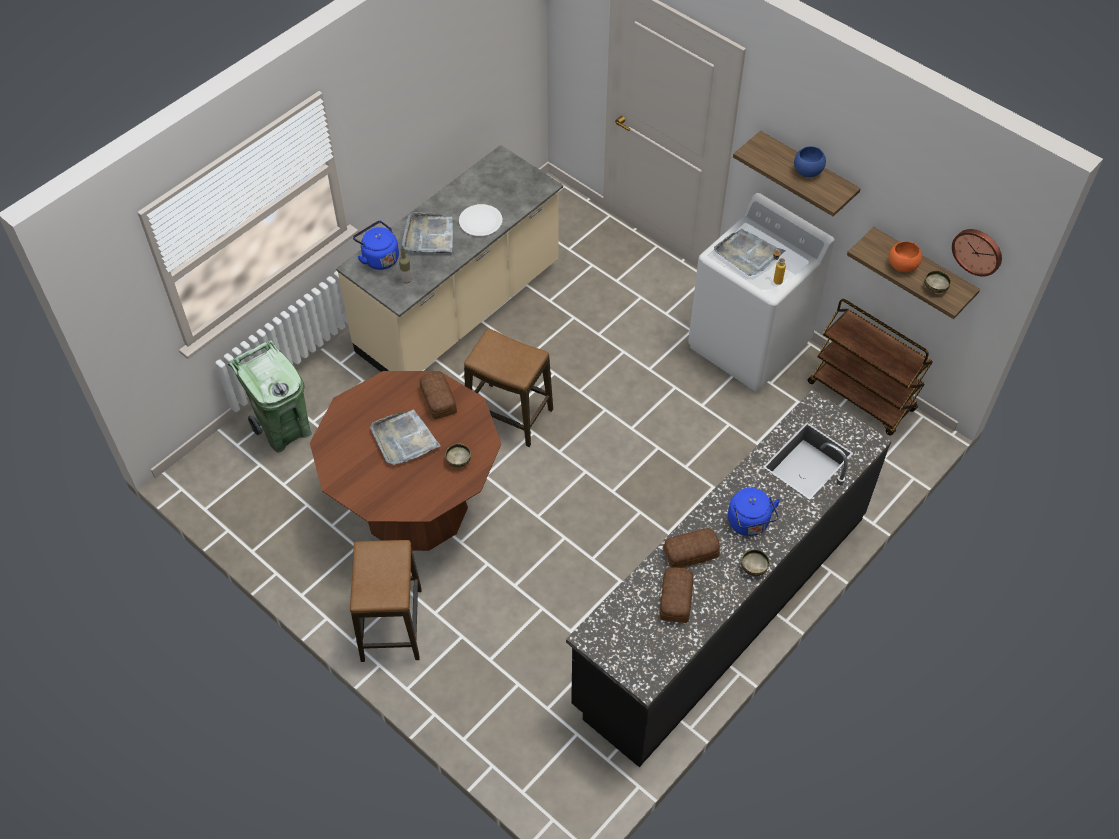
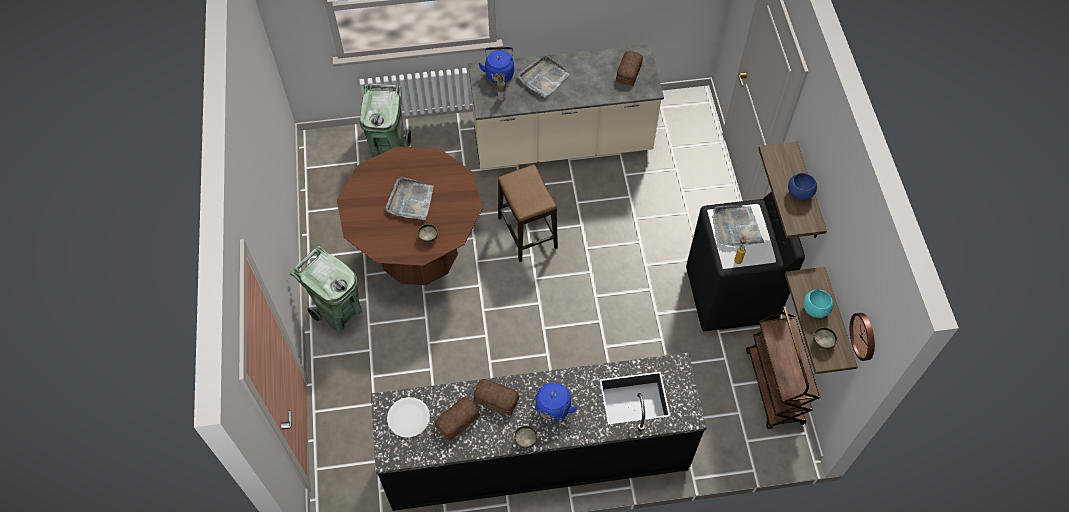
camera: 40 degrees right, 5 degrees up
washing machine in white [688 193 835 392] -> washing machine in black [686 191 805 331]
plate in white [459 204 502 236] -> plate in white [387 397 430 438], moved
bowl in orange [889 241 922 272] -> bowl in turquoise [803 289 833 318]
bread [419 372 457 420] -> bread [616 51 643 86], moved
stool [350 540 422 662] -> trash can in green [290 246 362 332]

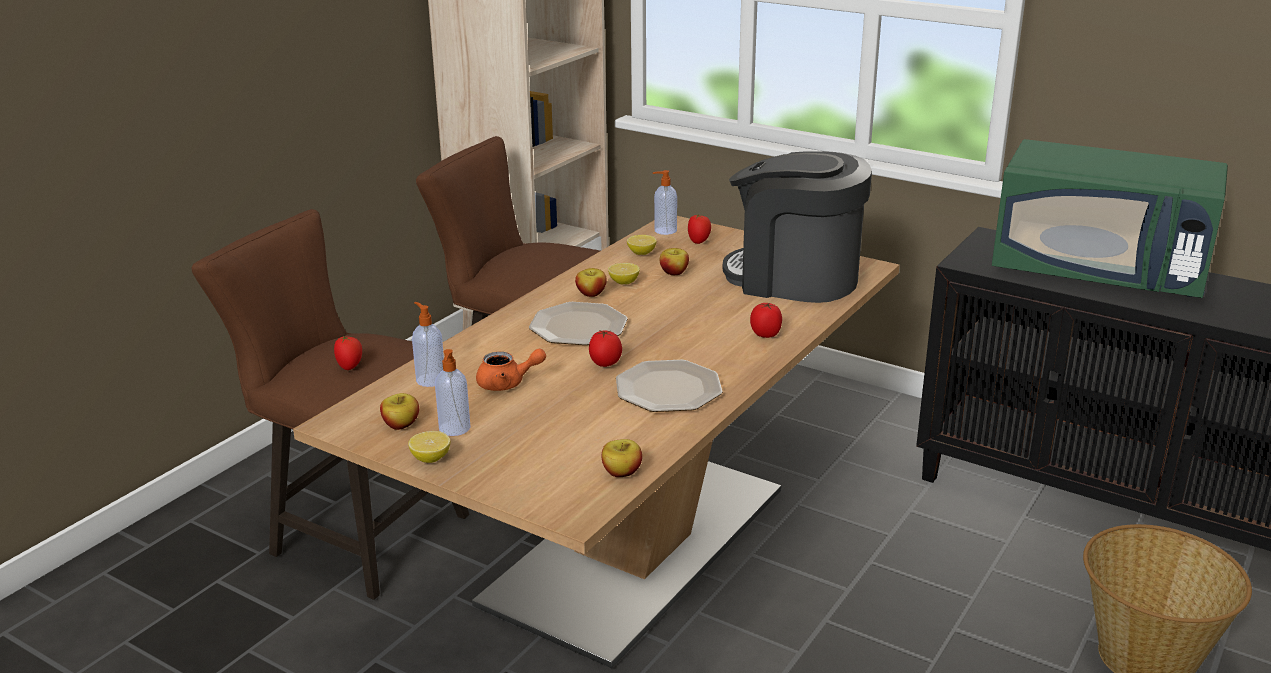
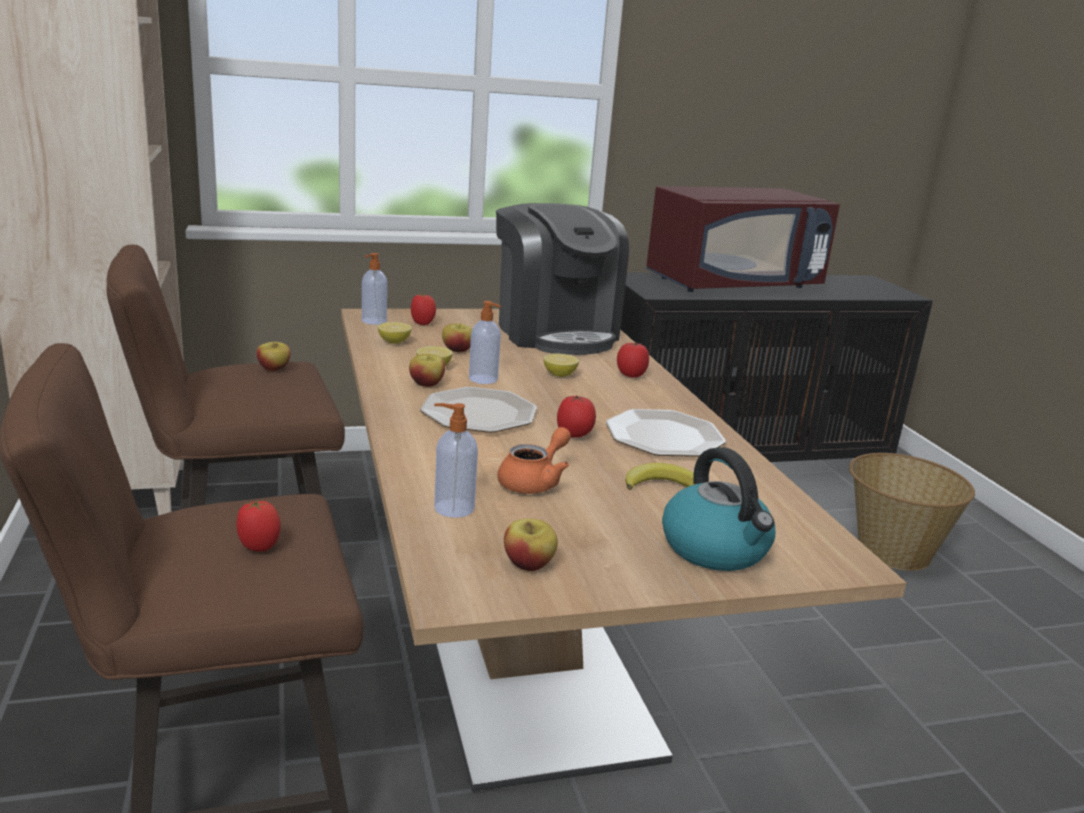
camera: 50 degrees left, 5 degrees down
microwave in green [992 139 1228 298] -> microwave in red [646 186 840 292]
coffee machine [723 151 872 303] -> coffee machine [496 203 629 355], 90 degrees counterclockwise
soap dispenser [435 349 471 436] -> soap dispenser [469 301 501 384], moved
lemon [408 431 450 463] -> lemon [543 353 579 377], moved
apple [602 439 642 477] -> apple [256 342 291 371], moved
none -> kettle [662 447 775 571]
none -> banana [626 463 695 490]

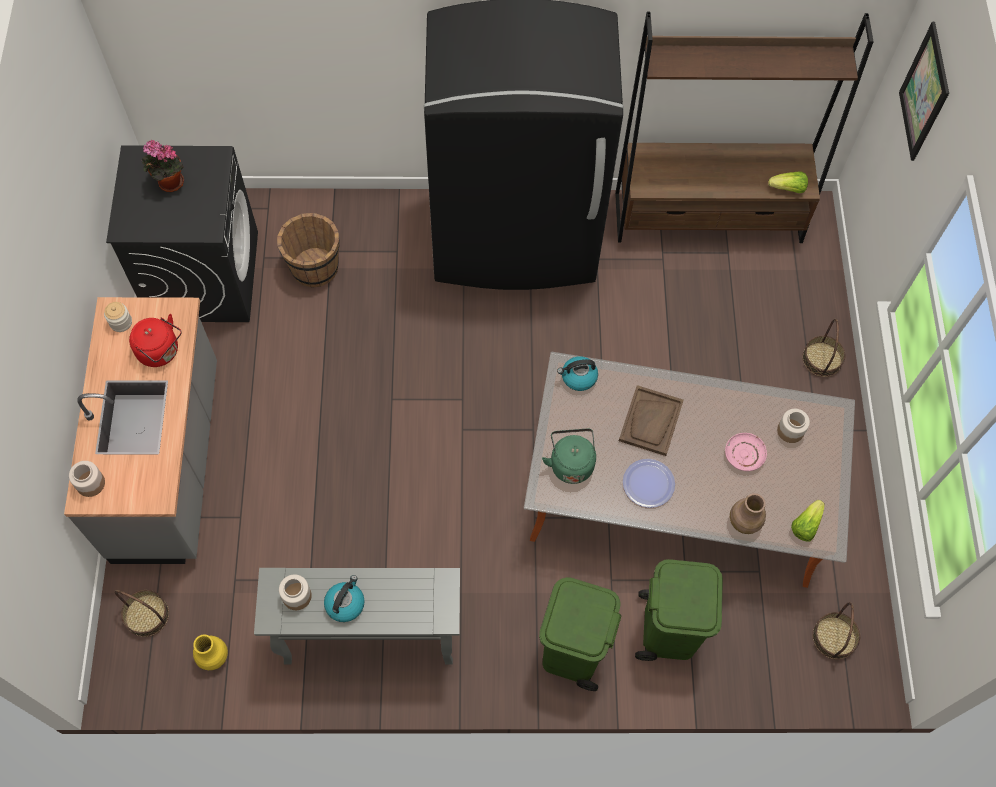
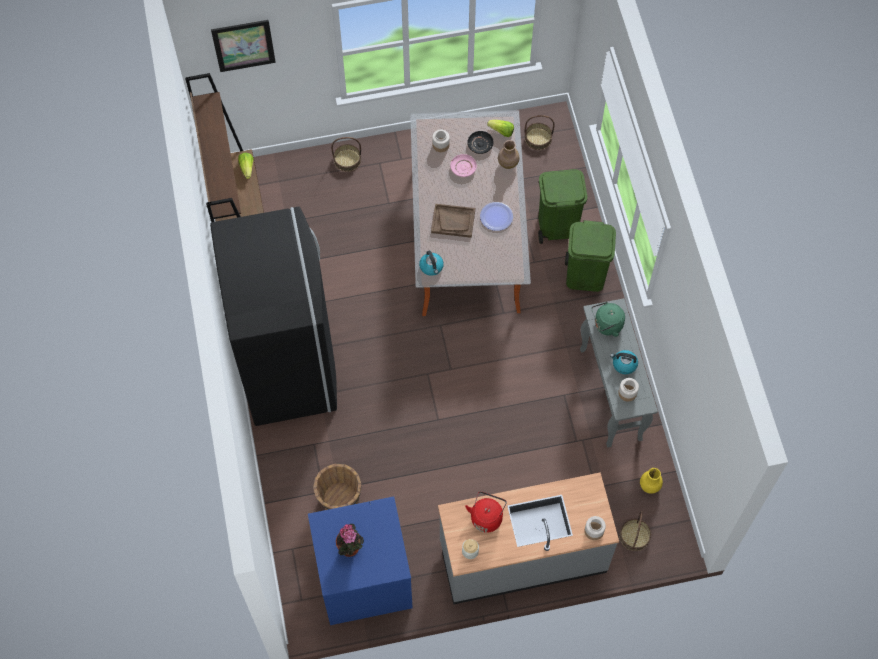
camera: 100 degrees left, 0 degrees up
washing machine in black [106 145 258 322] -> washing machine in blue [308 496 413 625]
kettle in green [542 428 596 484] -> kettle in green [592 302 625 337], moved
none -> plate in black [467 131 494 154]

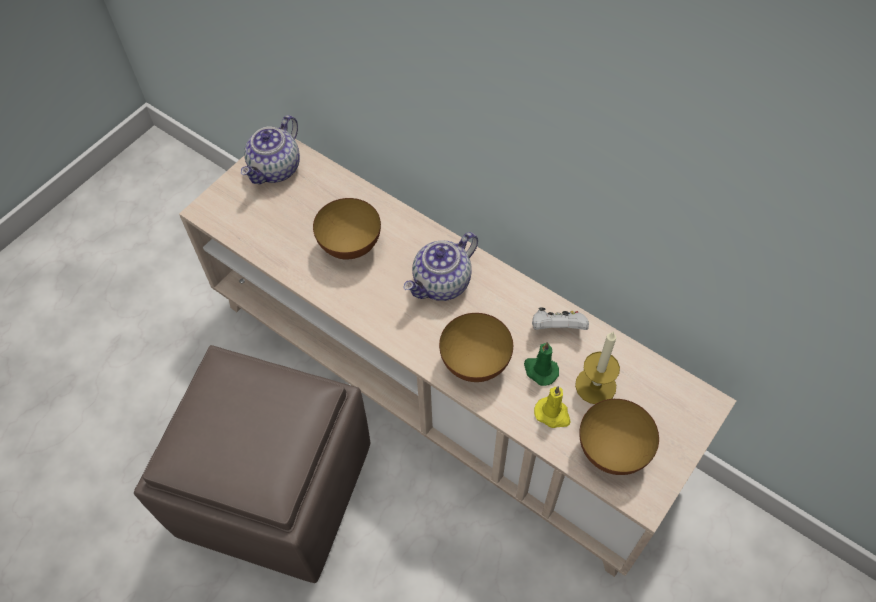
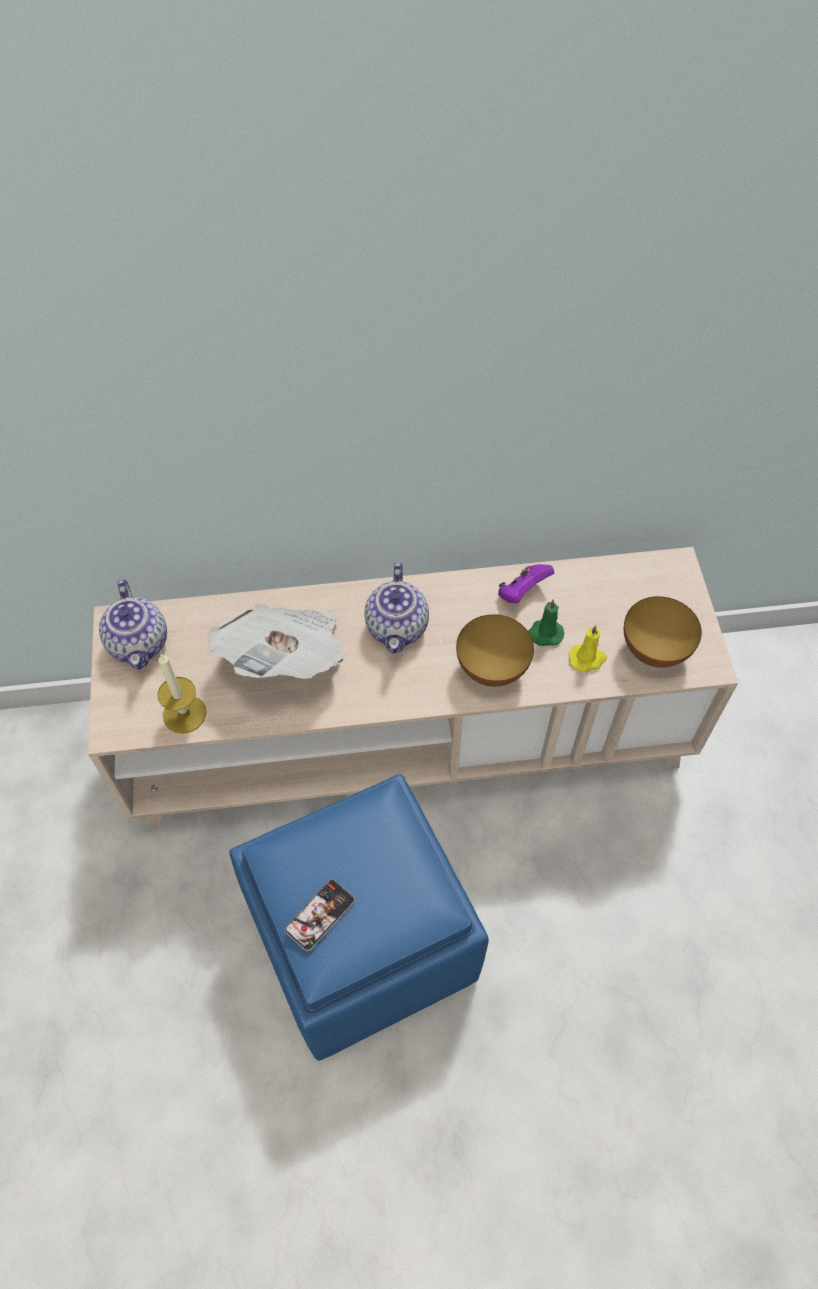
camera: 45 degrees left, 0 degrees up
bowl [313 198 381 259] -> newspaper [207 604 344 679]
game controller in white [532 307 589 330] -> game controller in purple [498 564 554 603]
candle [575 331 620 404] -> candle [157 654 207 734], moved
ottoman in brown [134 345 371 583] -> ottoman in blue [229 774 489 1061]
none -> phone [285 879 355 951]

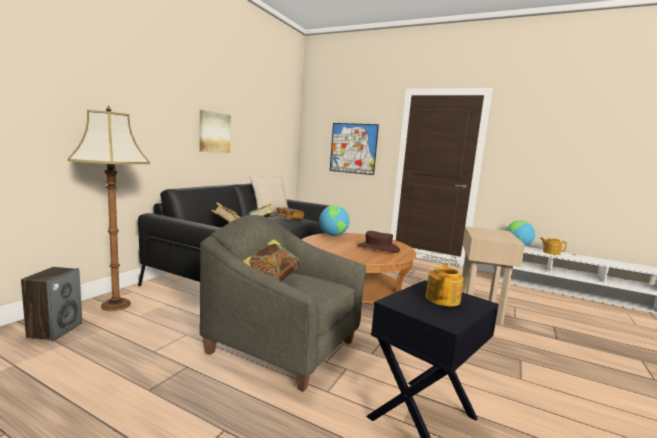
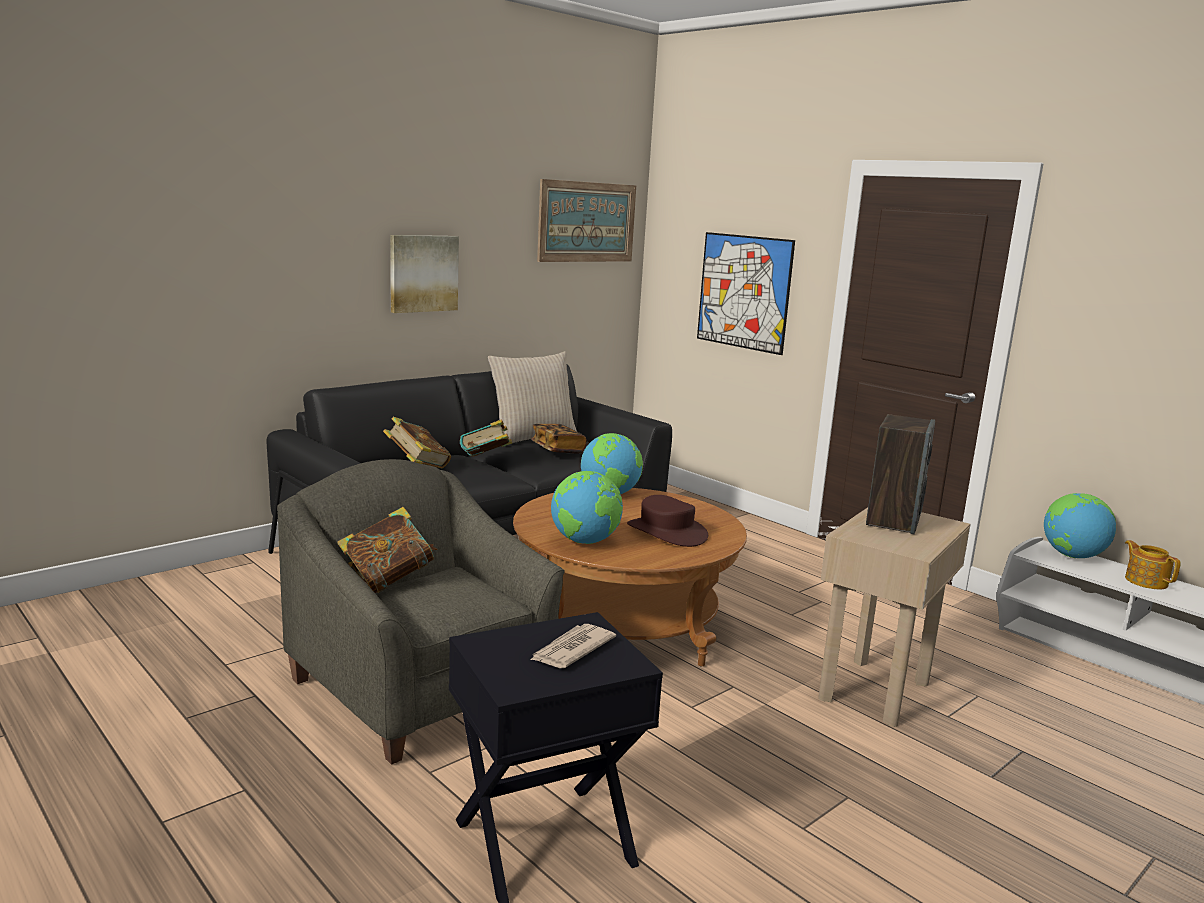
camera: 20 degrees right, 5 degrees up
floor lamp [68 105 150 311] -> none
teapot [425 264 464 306] -> newspaper [530 624 616 668]
speaker [21 267 82 341] -> speaker [866 414 935 534], moved
none -> picture [537 179 636 262]
none -> globe [551 471 623 544]

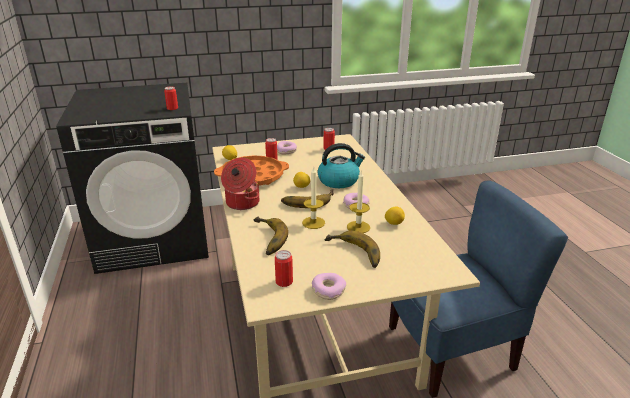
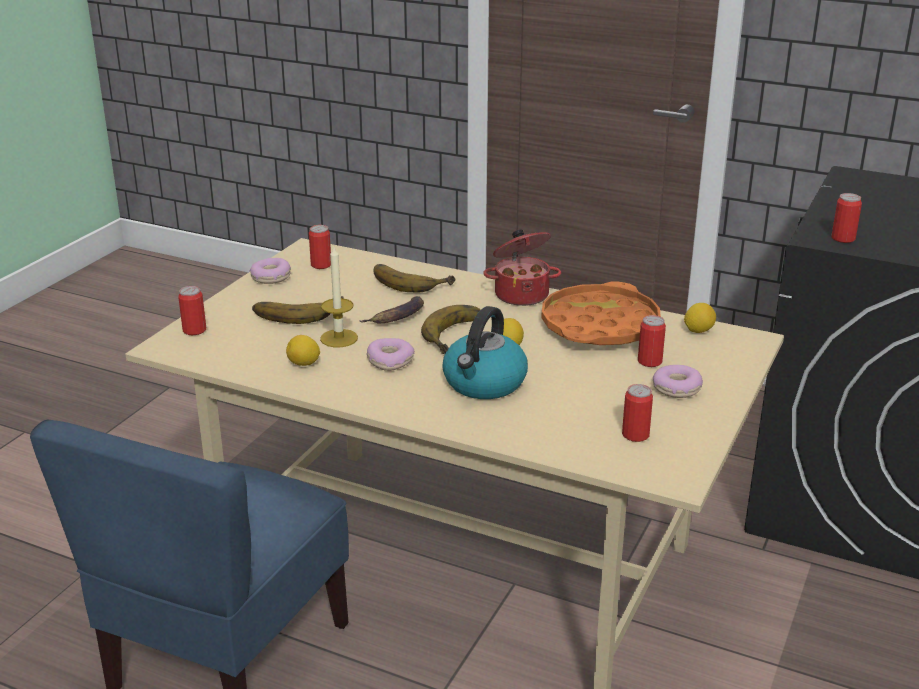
camera: 130 degrees right, 0 degrees up
candle [302 167 325 229] -> banana [359 296 424 323]
none -> can [178 286 206 335]

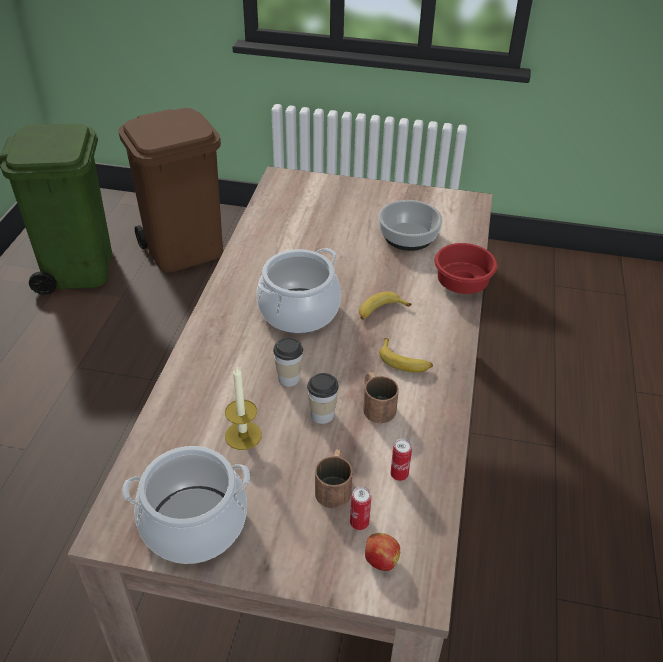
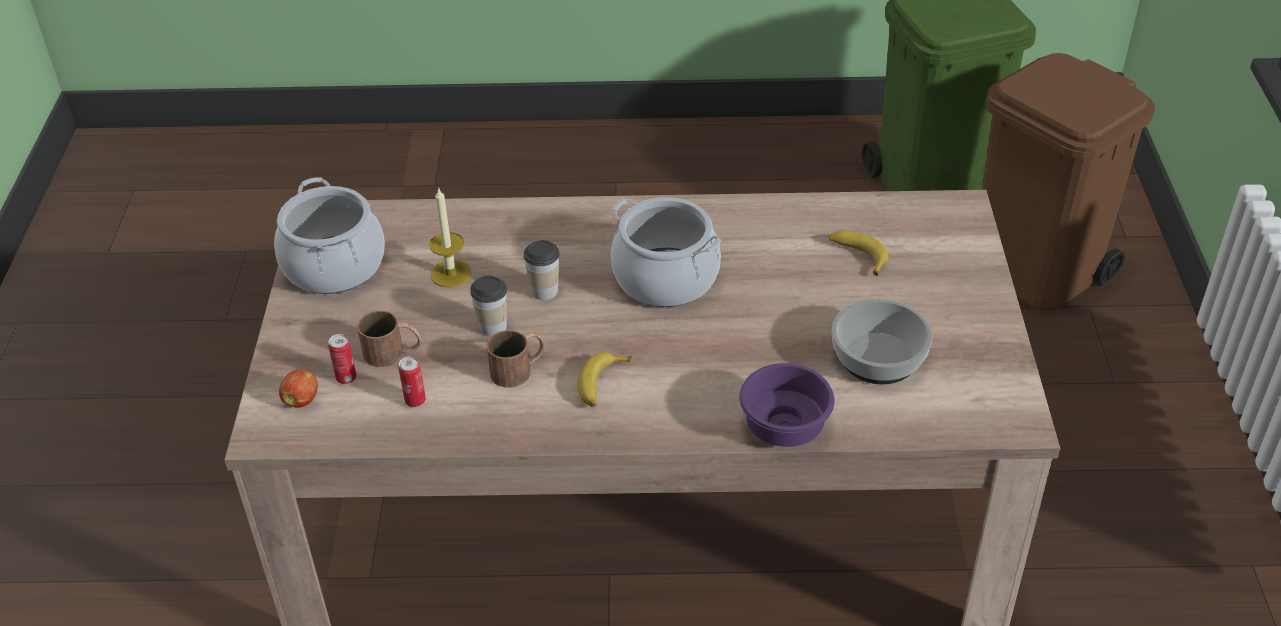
camera: 80 degrees right, 0 degrees up
bowl in red [434 243 497 294] -> bowl in purple [739 363 834 447]
banana [359 291 411 320] -> banana [828 230 889 276], moved

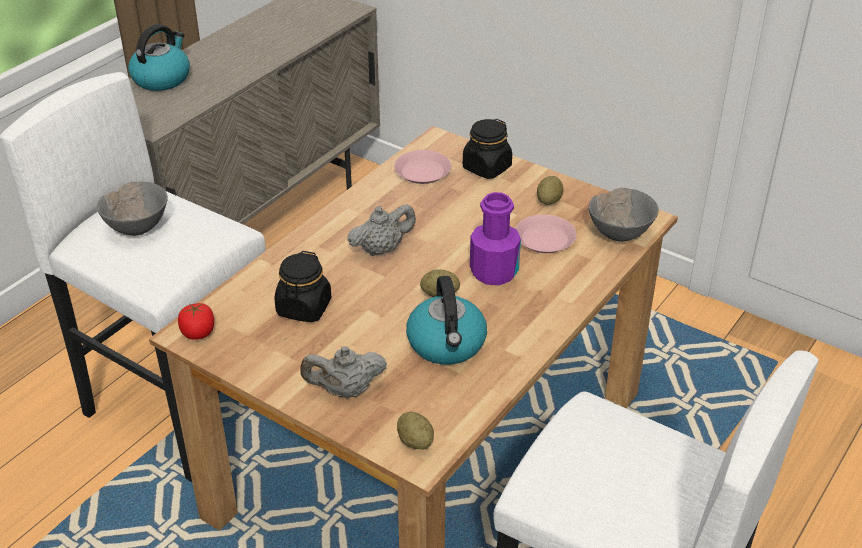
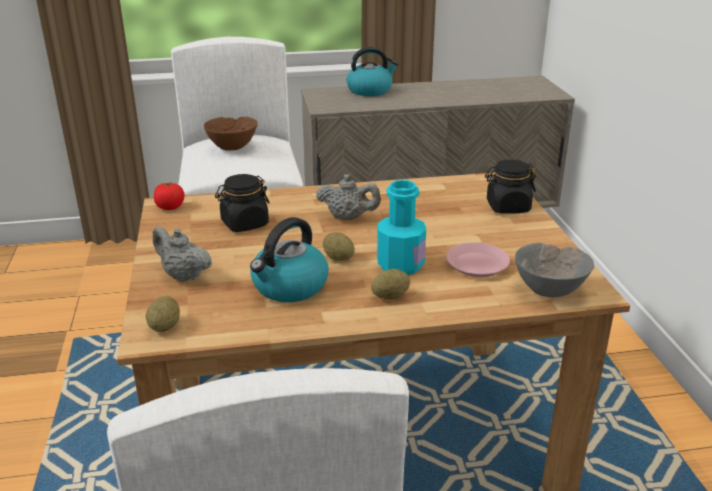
camera: 45 degrees right, 10 degrees down
plate in pink [394 150 451 184] -> none
potato [537 176 564 205] -> potato [371 269 410 299], moved
bowl in grey [97 182 168 236] -> bowl in brown [204 116 258 150]
bottle in purple [470 192 521 285] -> bottle in turquoise [377 180 426 275]

